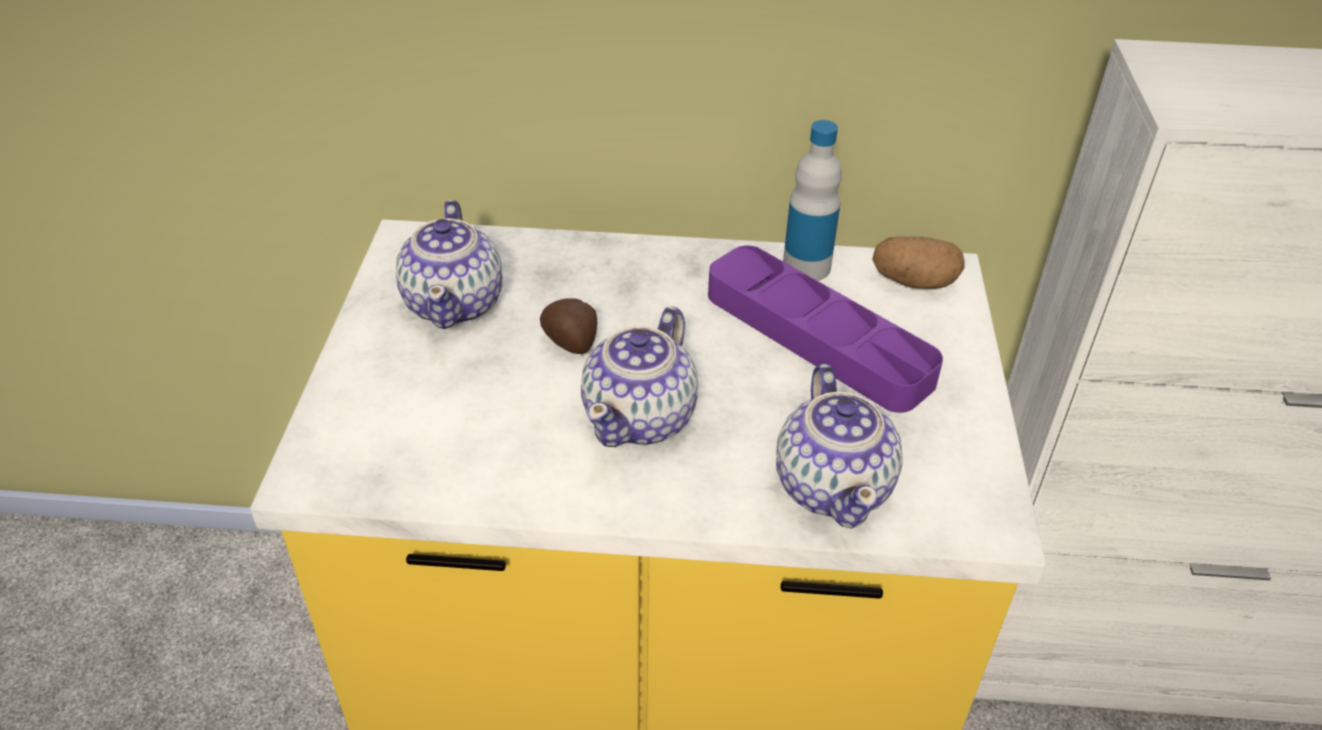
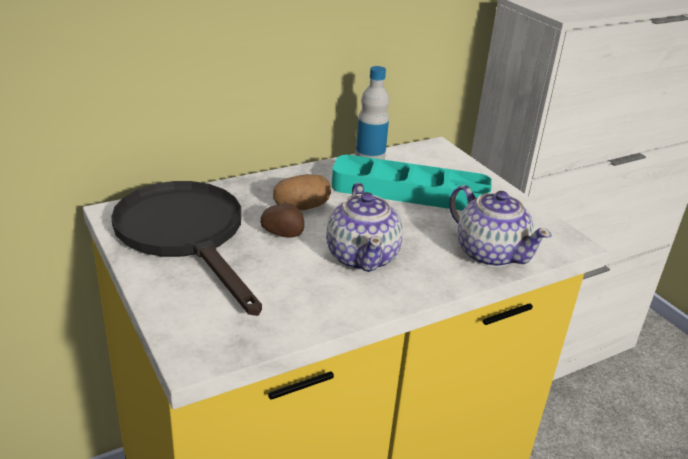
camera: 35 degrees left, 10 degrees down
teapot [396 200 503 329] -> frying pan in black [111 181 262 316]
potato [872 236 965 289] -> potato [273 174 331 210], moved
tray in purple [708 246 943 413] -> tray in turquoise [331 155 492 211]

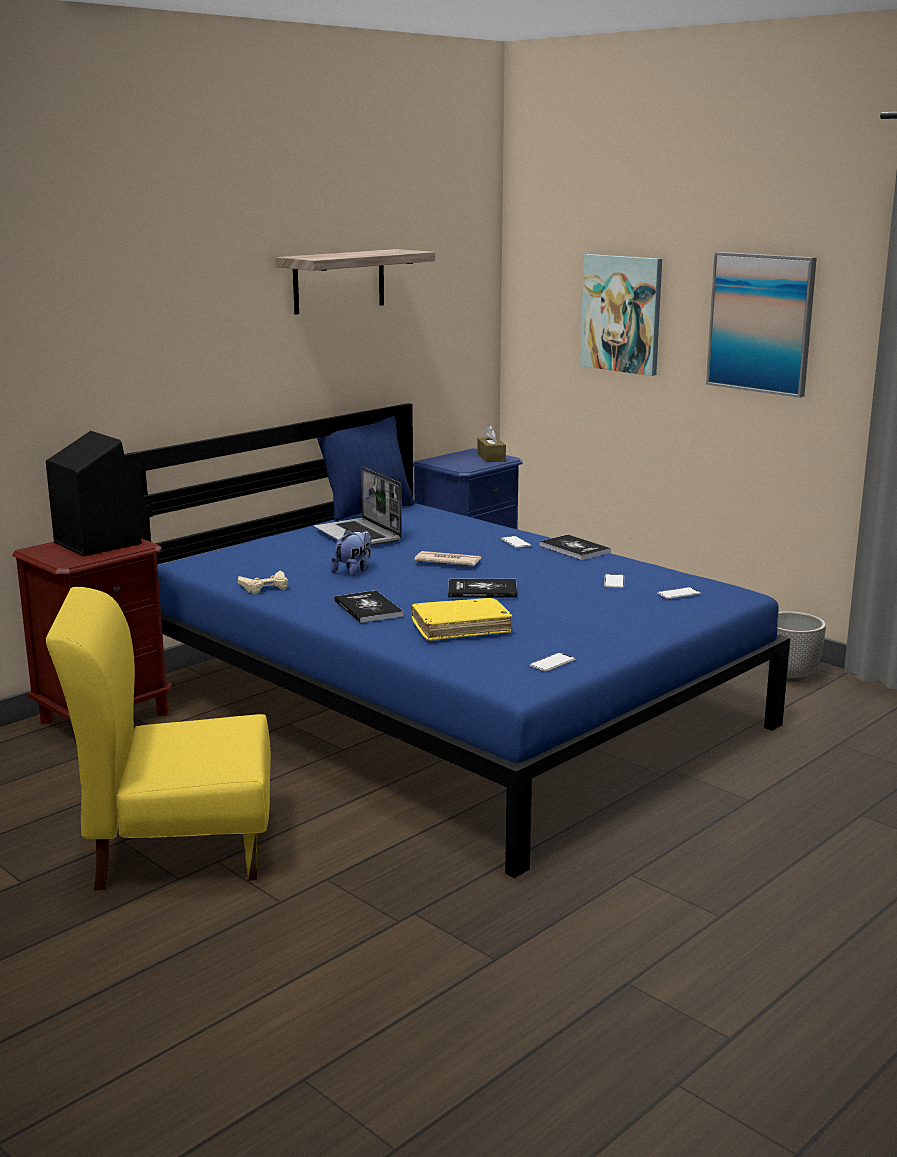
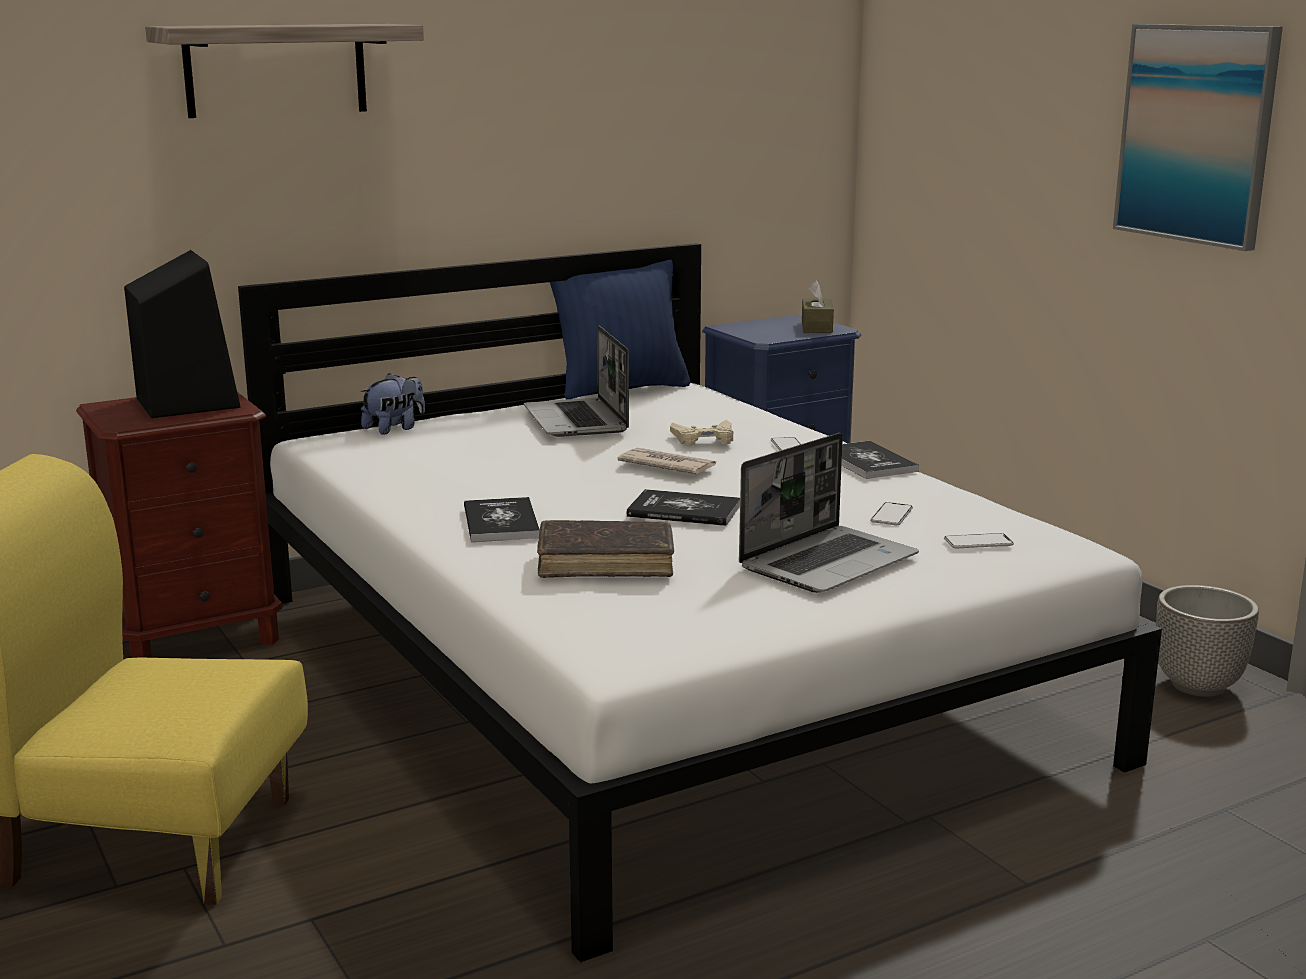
camera: 15 degrees right, 0 degrees up
shelf [275 249 435 315] -> shelf [145 24 424 118], moved
picture [580 254 662 376] -> none
bed in blue [124 403 790 878] -> bed in white [238 243 1162 963]
plush toy [331 529 371 577] -> plush toy [361 373 425 435], moved
game controller in beige [238 571 288 594] -> game controller in beige [670 420 733 446], moved
book in yellow [411 598 512 641] -> book in brown [537 520 674 578]
phone [529 653 576 672] -> none
none -> laptop [739 433 919 593]

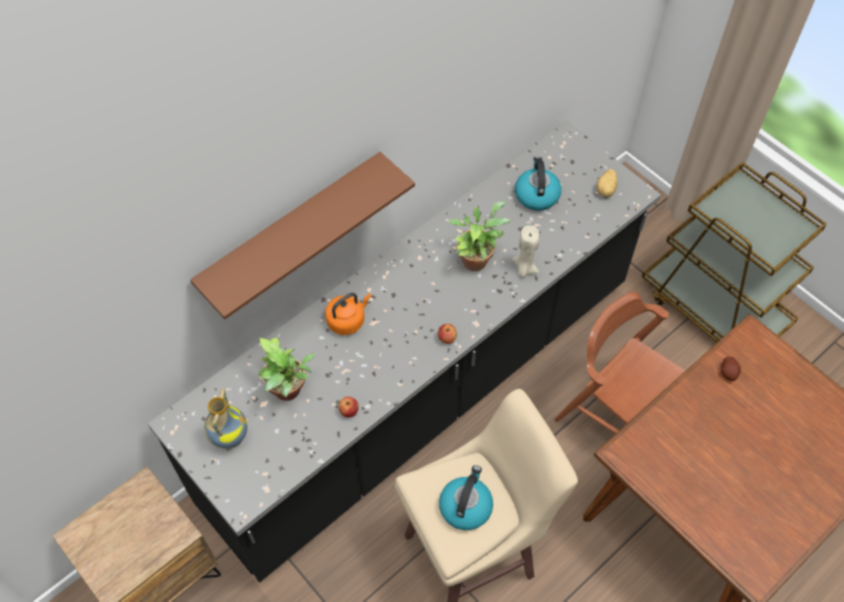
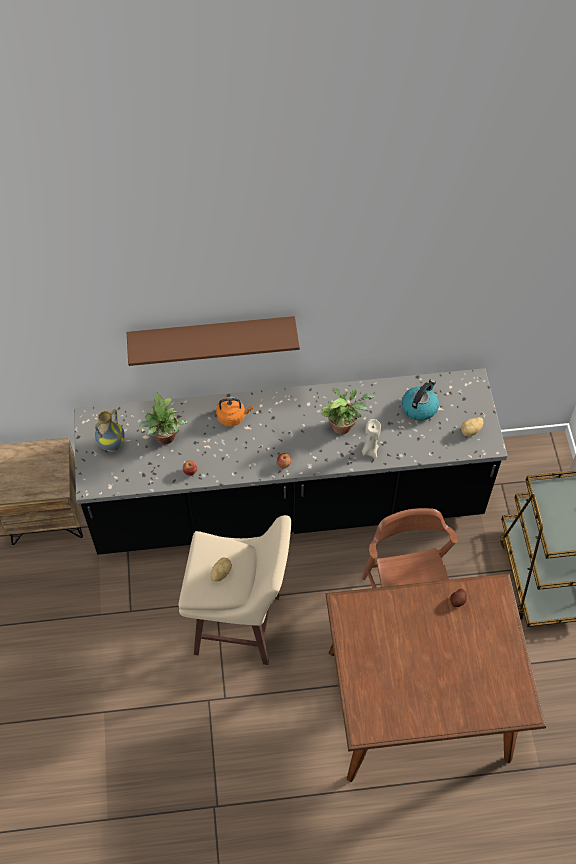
camera: 35 degrees right, 0 degrees up
kettle [439 465 493 530] -> potato [210 557 232 582]

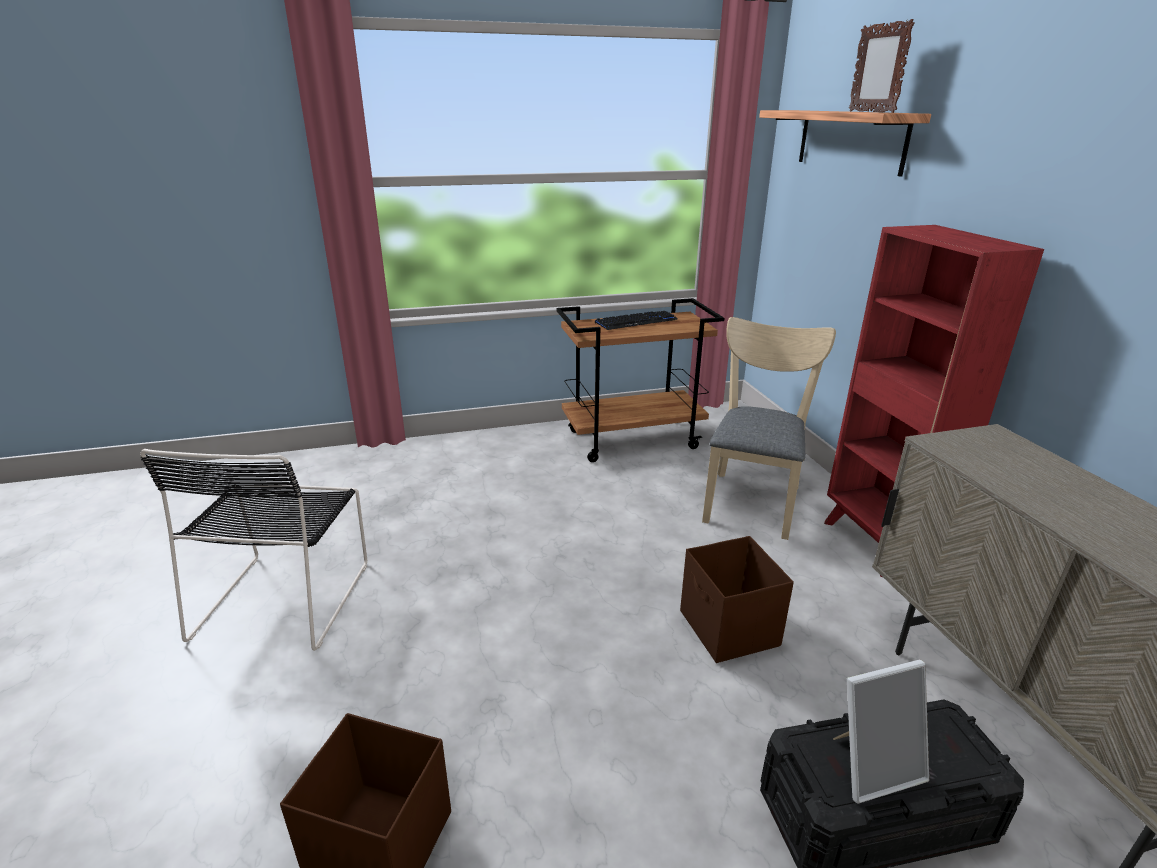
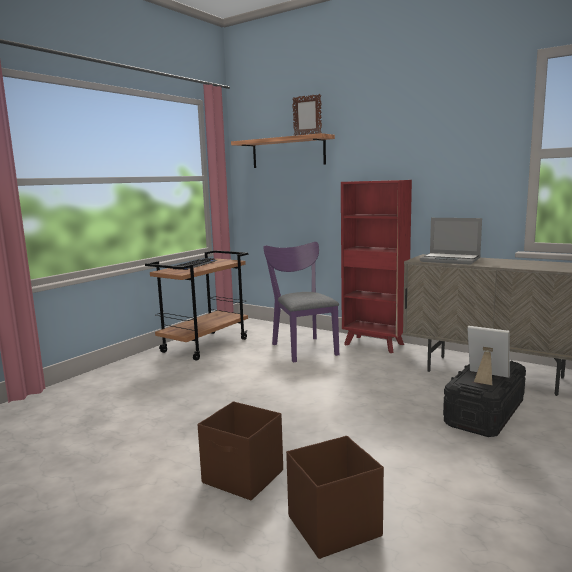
camera: 40 degrees left, 15 degrees down
chair in beige [702 317 836 540] -> chair in purple [263 242 339 363]
chair in black [140 449 367 651] -> none
storage box in brown [680 536 794 663] -> storage box in brown [198 401 283 501], moved
picture frame [833 660 929 804] -> picture frame [467 326 510 385], 90 degrees counterclockwise
none -> laptop [420 218 482 265]

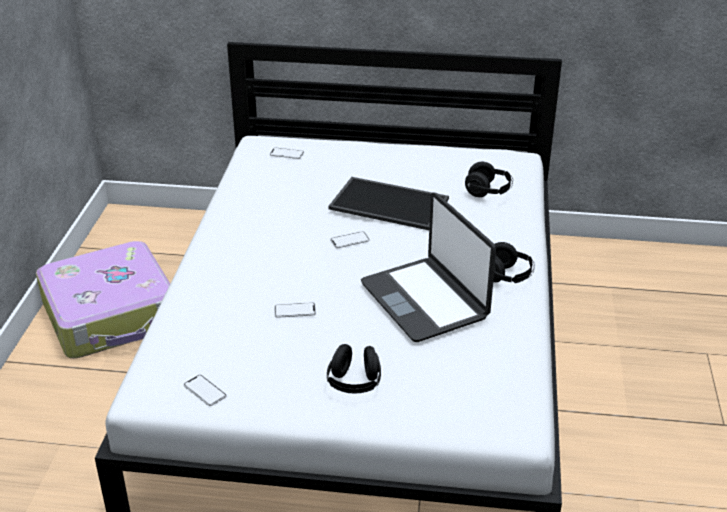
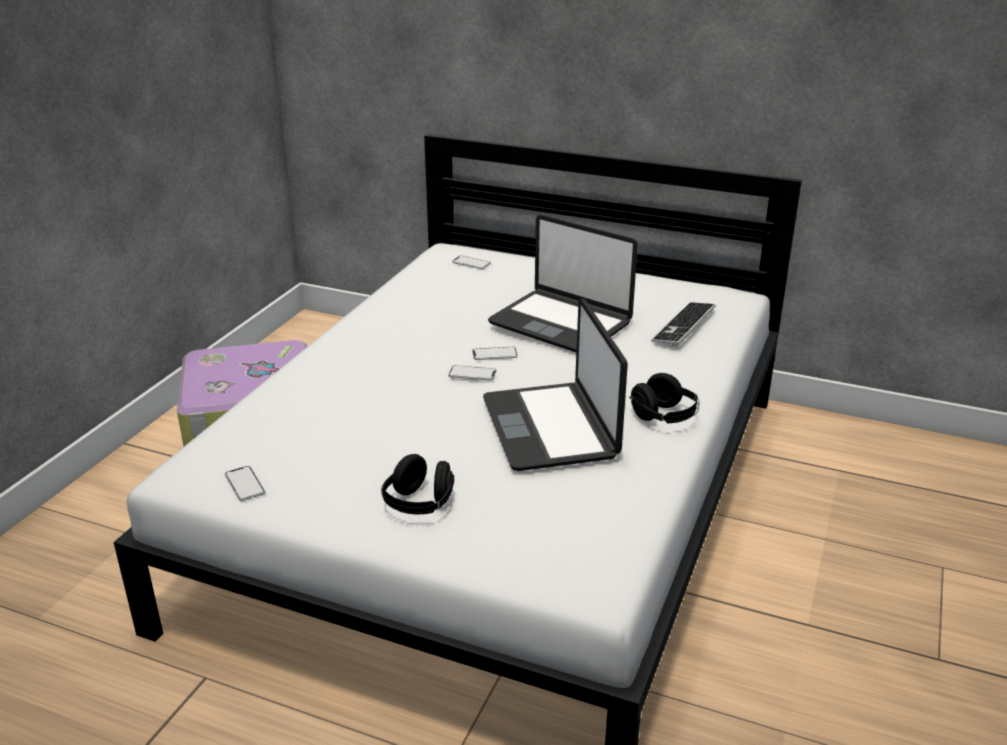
camera: 15 degrees right, 5 degrees down
headphones in black [465 162 513 197] -> keyboard [651 302 716 347]
tray [328 177 449 230] -> laptop [488 215 638 352]
phone [274 302 316 318] -> phone [448 365 496 381], moved

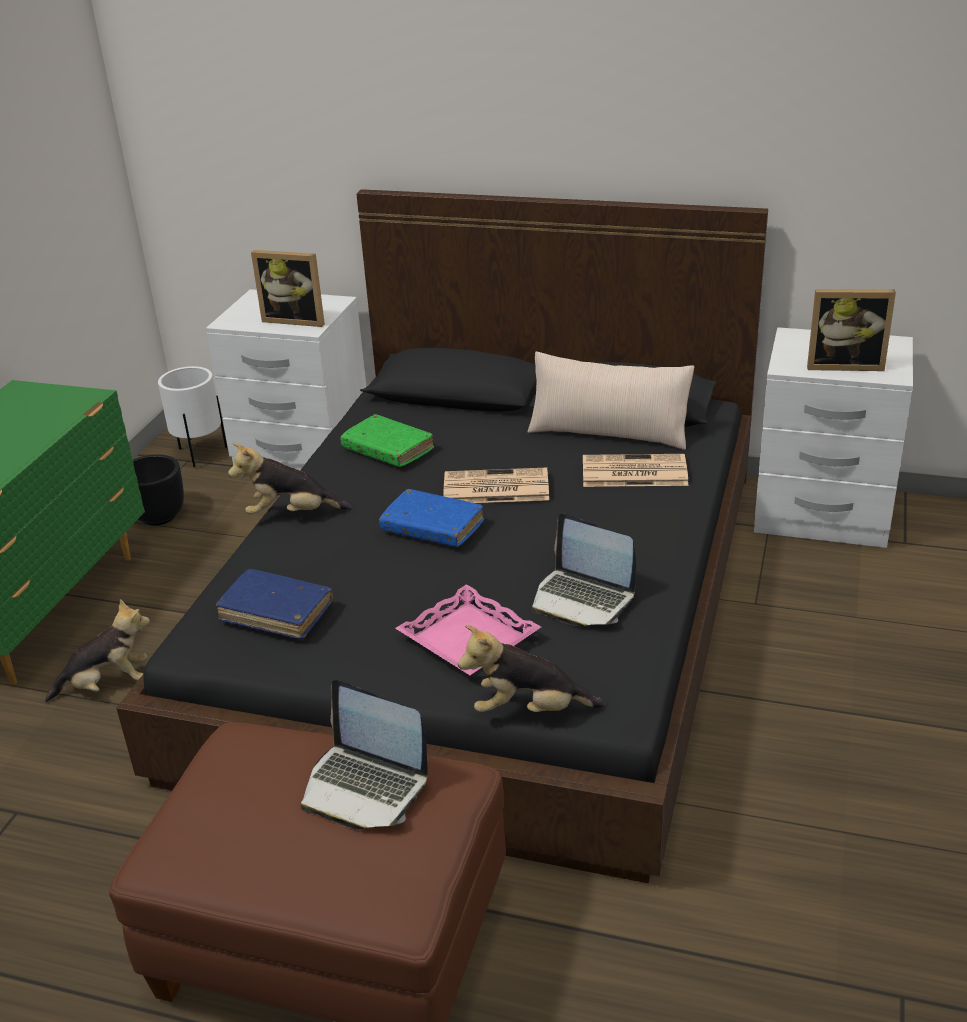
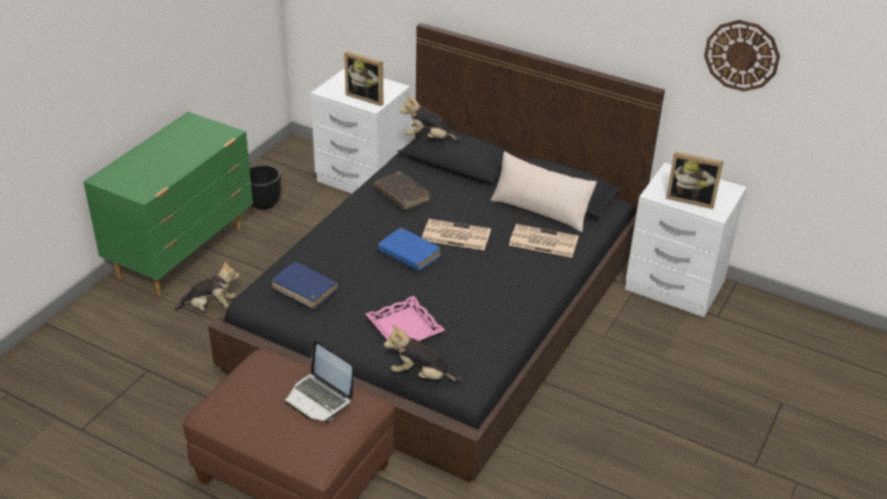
camera: 10 degrees right, 5 degrees up
planter in white [158 366 227 467] -> none
book in green [340 414 434 467] -> book in brown [374 171 430 210]
plush toy [228 443 352 514] -> plush toy [400 94 463 142], moved
laptop [532 513 636 627] -> none
none -> wall clock [704 20 780 92]

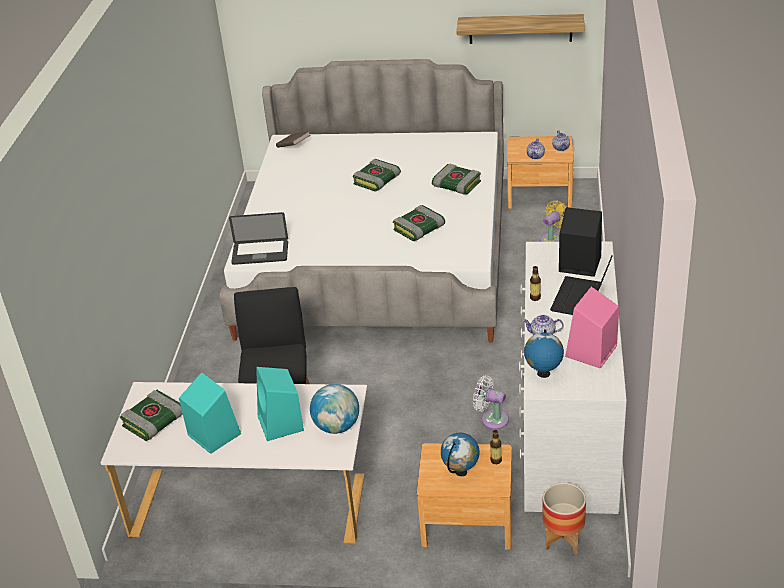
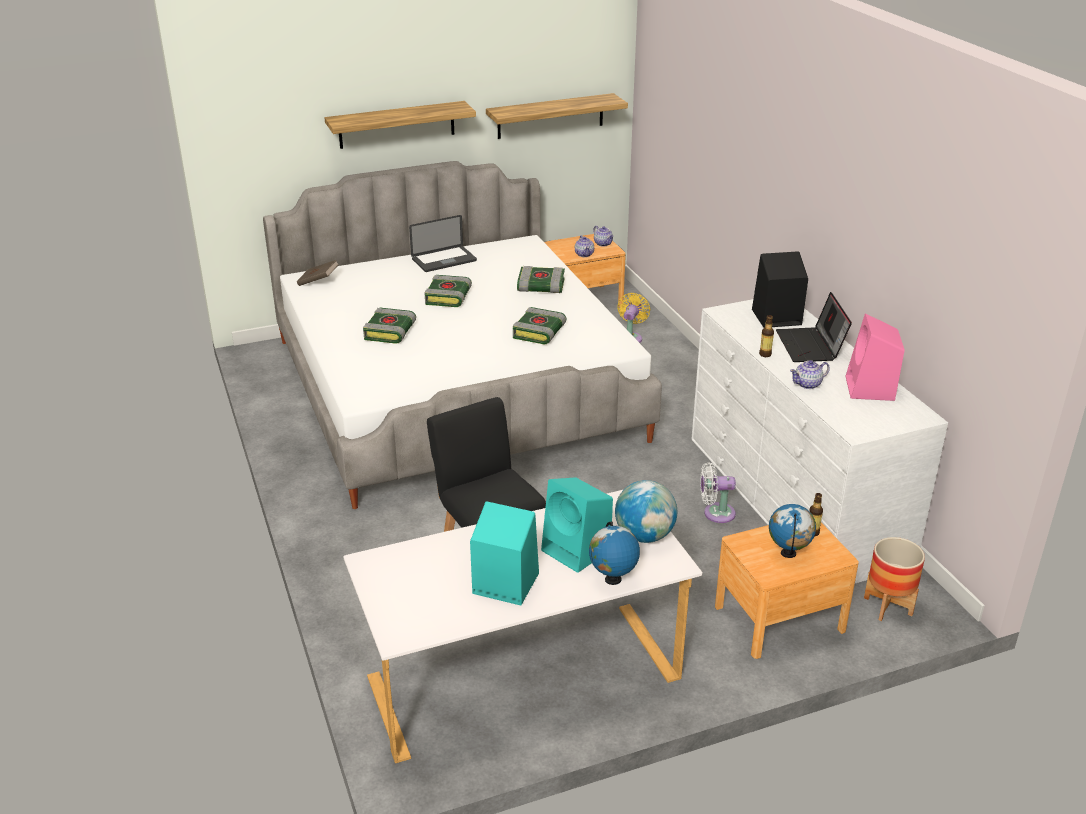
camera: 30 degrees left, 5 degrees down
laptop [229 212 288 265] -> laptop [409 215 477 272], moved
globe [524 329 564 378] -> globe [589 522 640 585], moved
book [120 390 183 441] -> book [363 307 416 344], moved
none -> shelf [324 101 476 149]

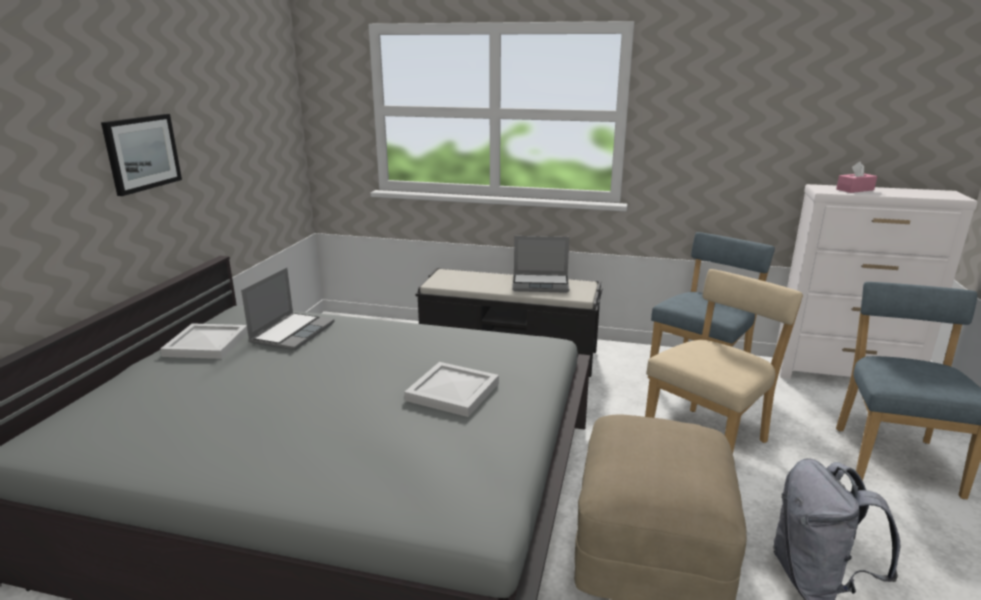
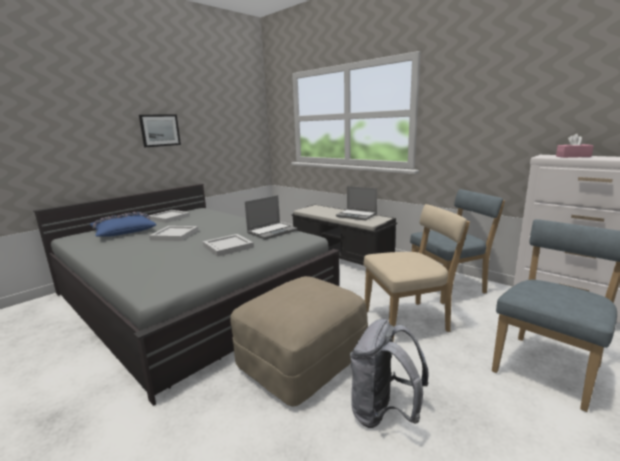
camera: 30 degrees right, 5 degrees down
laptop [241 267 334 350] -> laptop [245 195 298 240], moved
none -> pillow in blue [90 212 156 237]
none -> tray in white [149 226 198 241]

